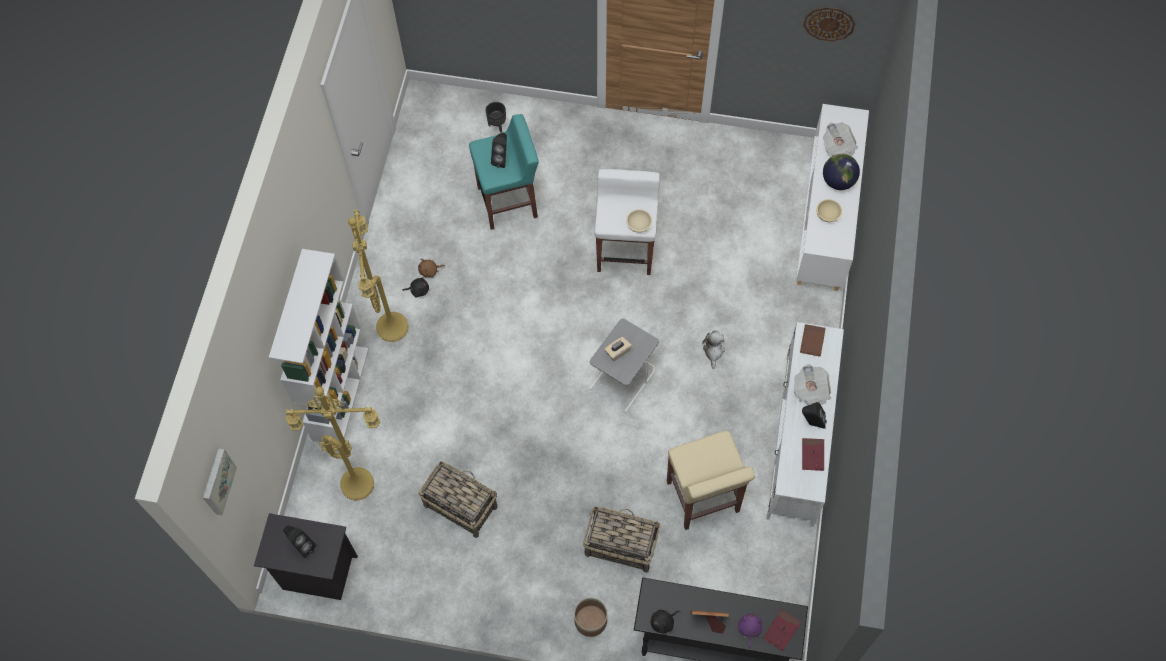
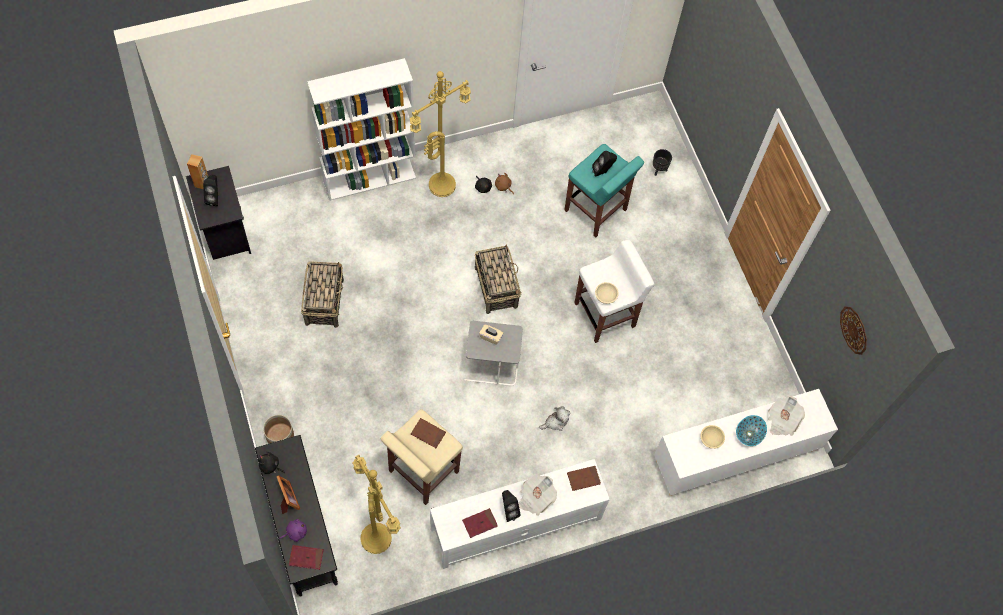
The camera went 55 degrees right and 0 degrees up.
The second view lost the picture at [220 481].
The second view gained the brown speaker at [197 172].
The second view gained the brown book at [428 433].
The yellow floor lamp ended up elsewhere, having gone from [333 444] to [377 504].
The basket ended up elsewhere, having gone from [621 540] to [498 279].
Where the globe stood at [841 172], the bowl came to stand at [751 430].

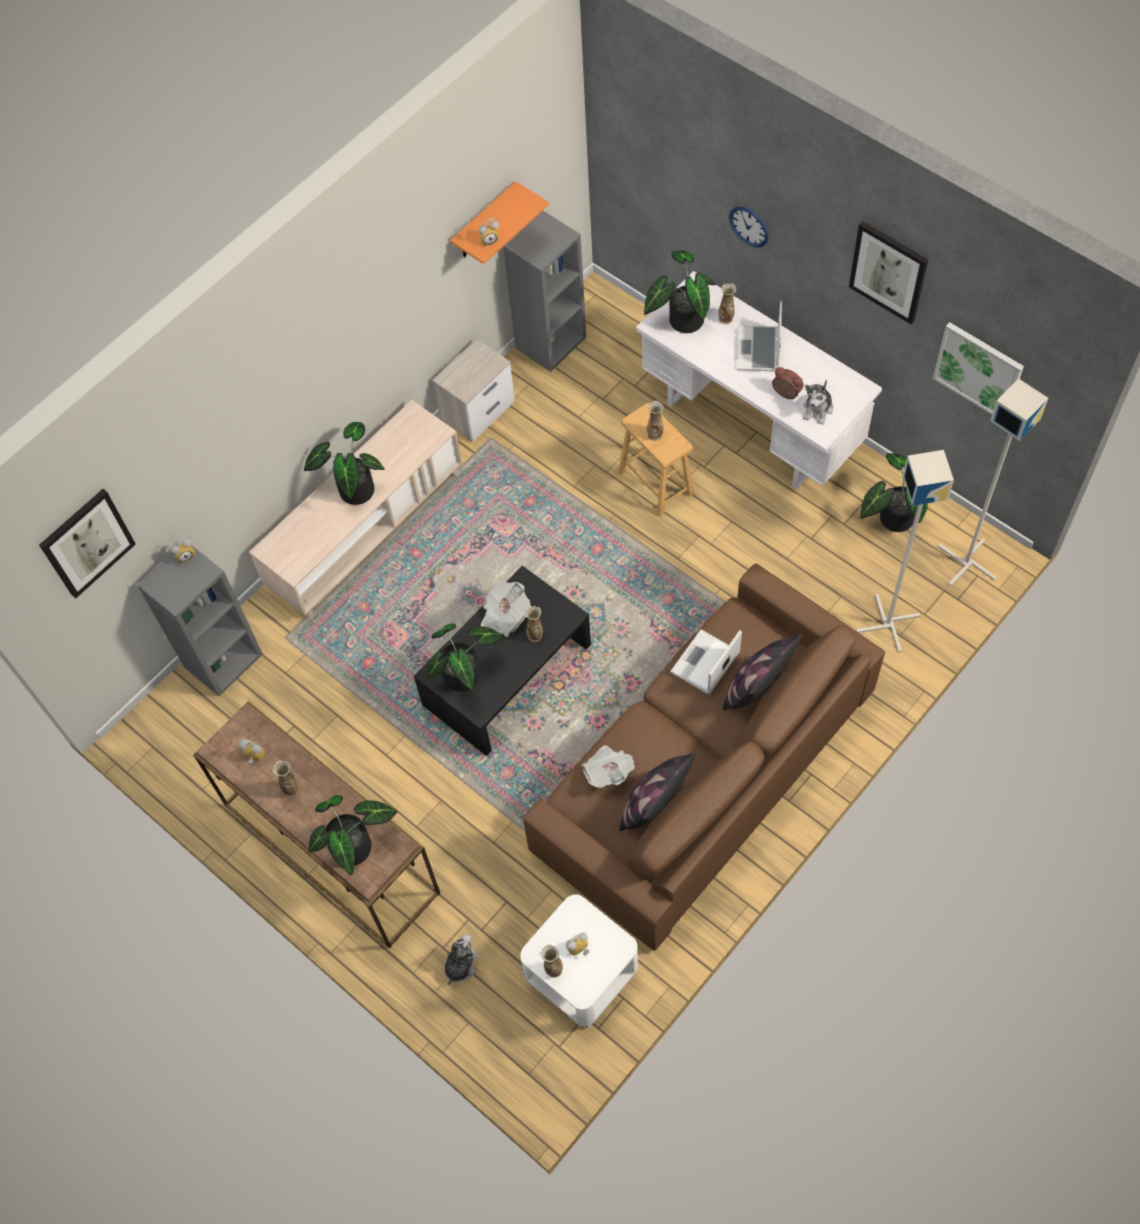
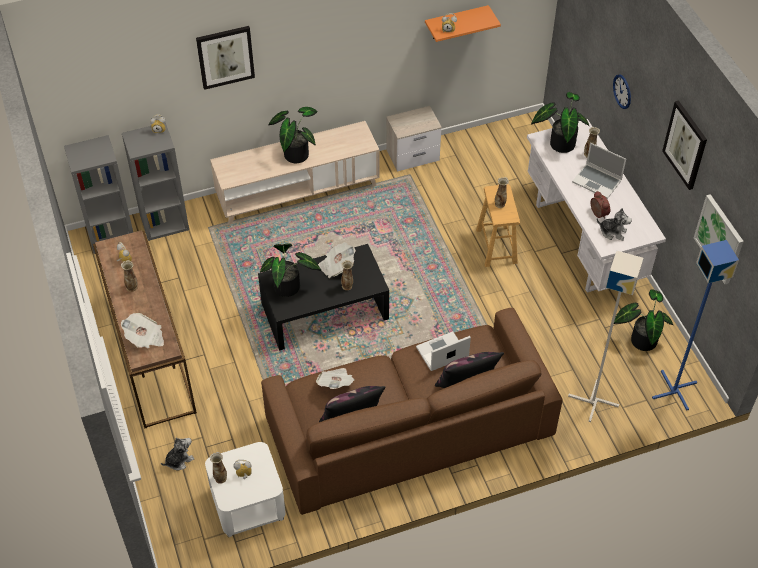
The camera went 25 degrees right and 10 degrees down.
The picture ended up elsewhere, having gone from [87 543] to [225 58].
The grey bookcase ended up elsewhere, having gone from [544 291] to [98 194].
Where the potted plant stood at [353 835], the newspaper came to stand at [142 330].
What was the grey floor lamp at [993 482] turned into the blue floor lamp at [695 325].
The laptop at [759 336] ended up facing another way, 90 degrees counterclockwise from before.
The plush toy at [818 402] ended up facing another way, 120 degrees counterclockwise from before.

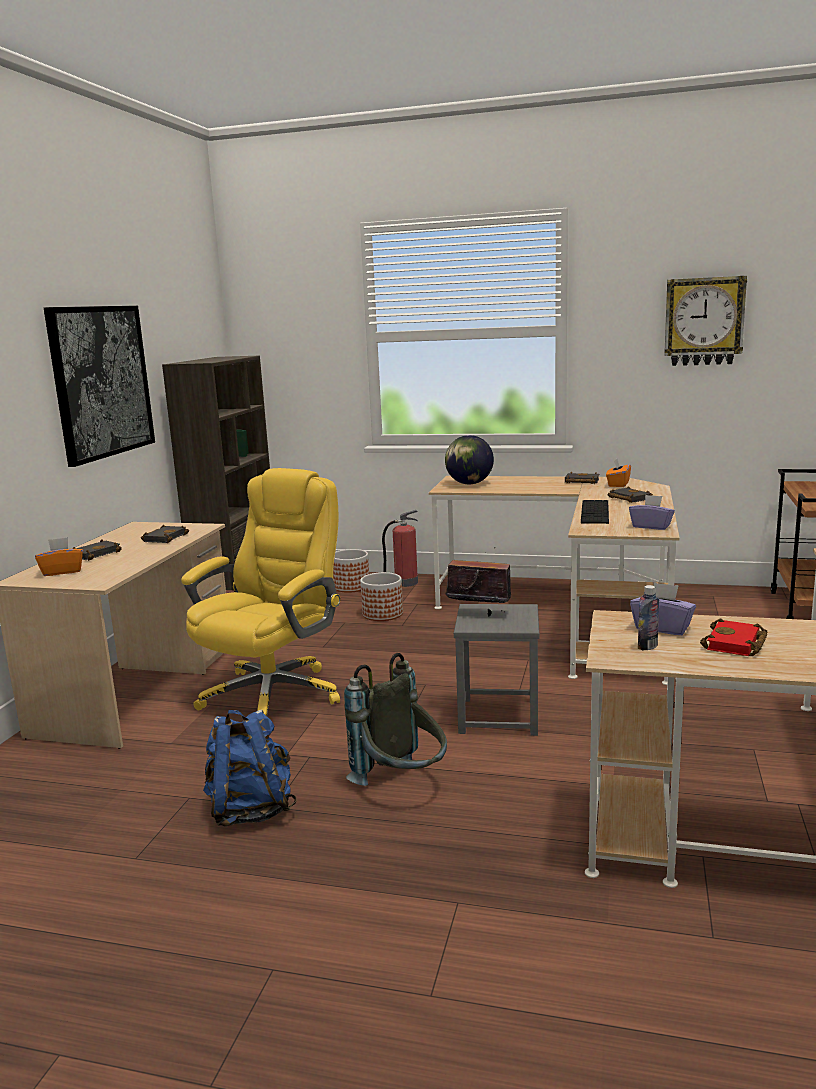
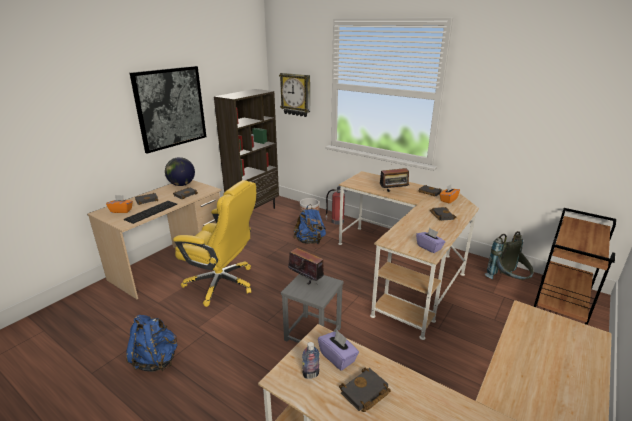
The camera went 20 degrees right and 10 degrees up.
The second view gained the radio at [394 180].
The grey backpack ended up elsewhere, having gone from [395 719] to [509 255].
The globe ended up elsewhere, having gone from [469 459] to [180 171].
The keyboard ended up elsewhere, having gone from [595 512] to [150 212].
The wall clock ended up elsewhere, having gone from [705 321] to [294 95].
Where the planter stood at [381 596], the blue backpack came to stand at [309 224].
What was the red book at [733 637] turned into the black book at [365 390].
The yellow office chair at [260 592] ended up facing another way, 60 degrees clockwise from before.

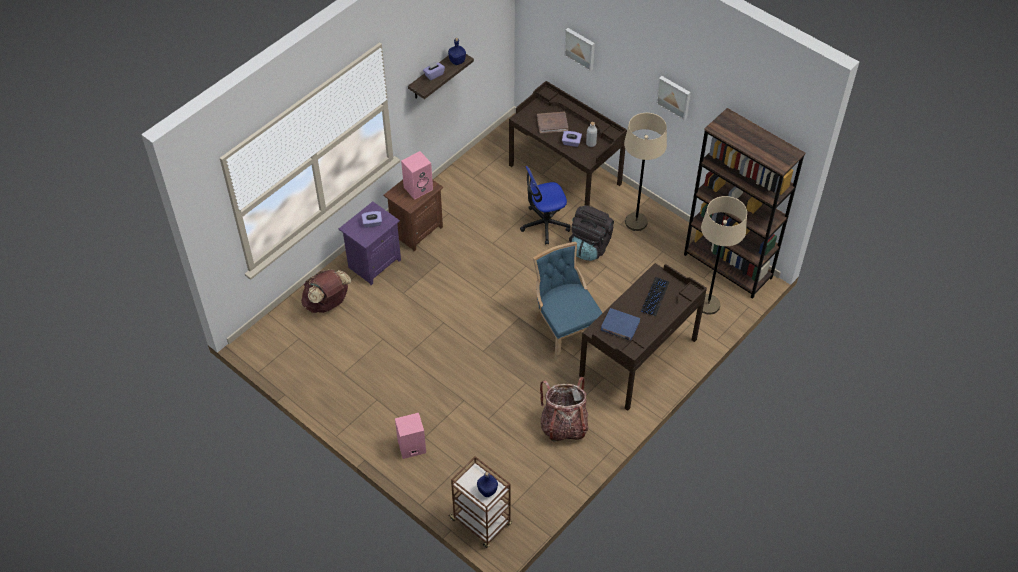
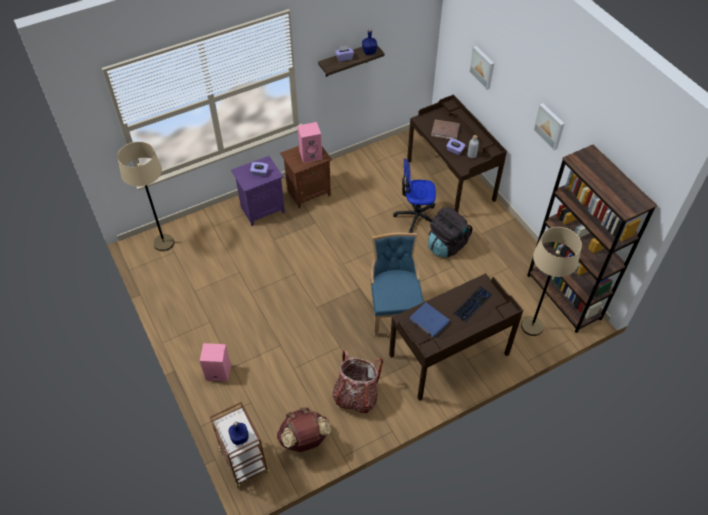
The camera went 20 degrees right and 0 degrees up.
The brown backpack ended up elsewhere, having gone from [326 291] to [304 429].
The beige floor lamp ended up elsewhere, having gone from [645 172] to [146 196].

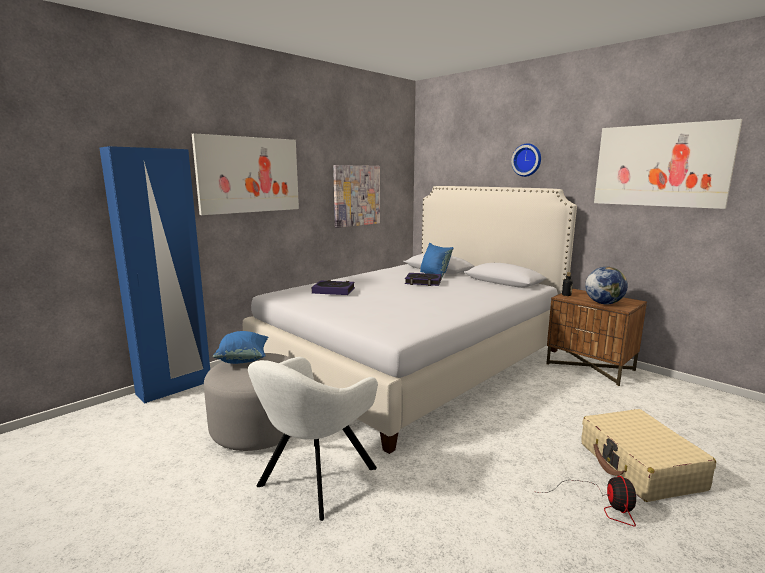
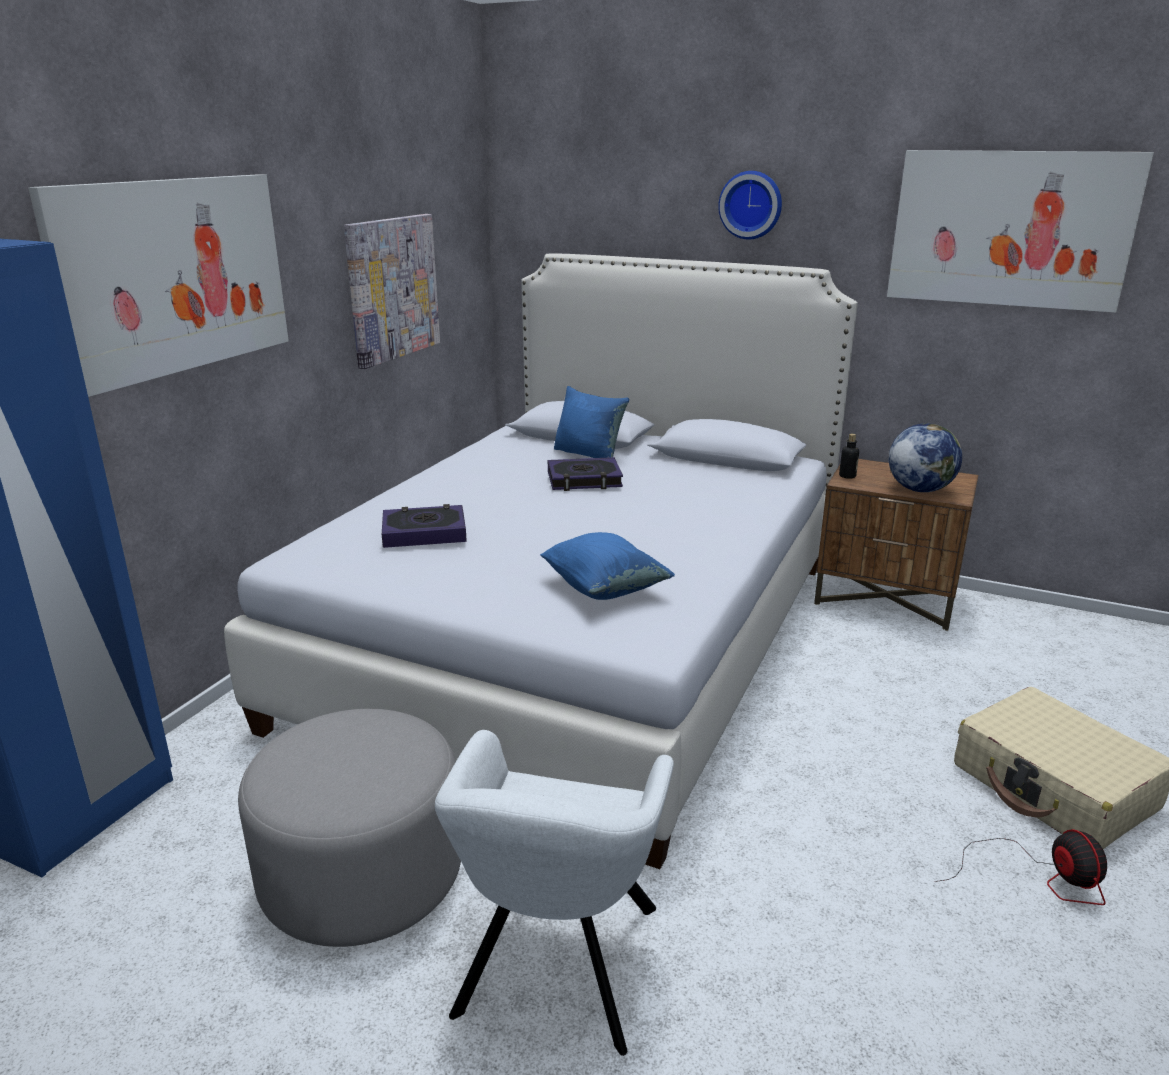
The camera went 20 degrees left and 10 degrees up.
The blue pillow ended up elsewhere, having gone from [240 347] to [607 566].

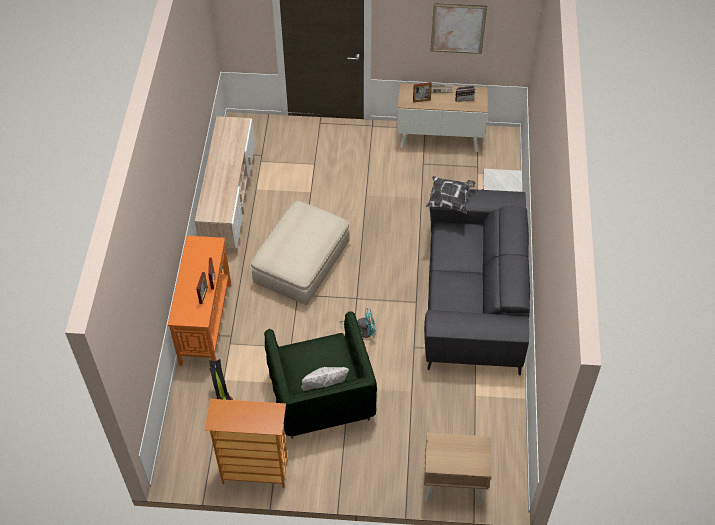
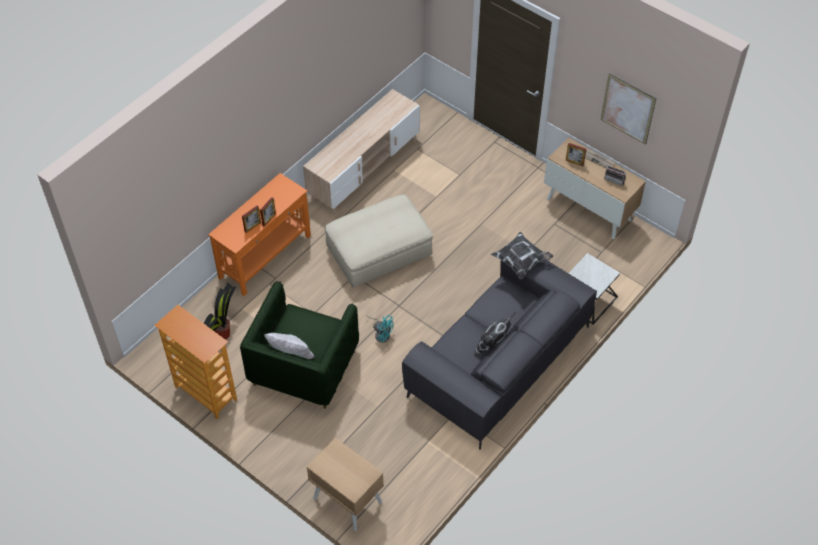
The camera went 35 degrees right and 0 degrees up.
The second view gained the pillow at [495 334].

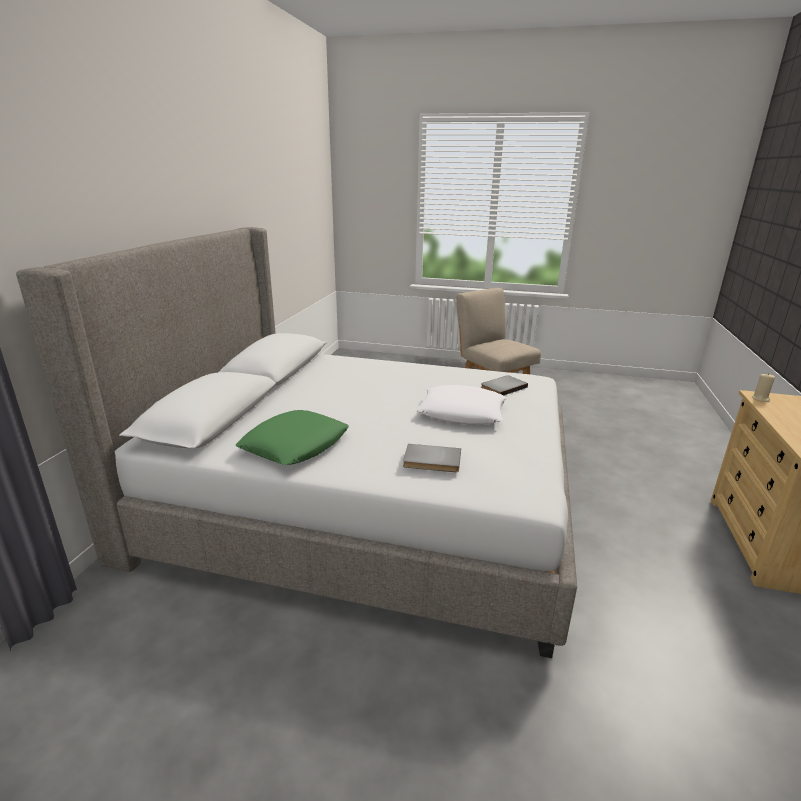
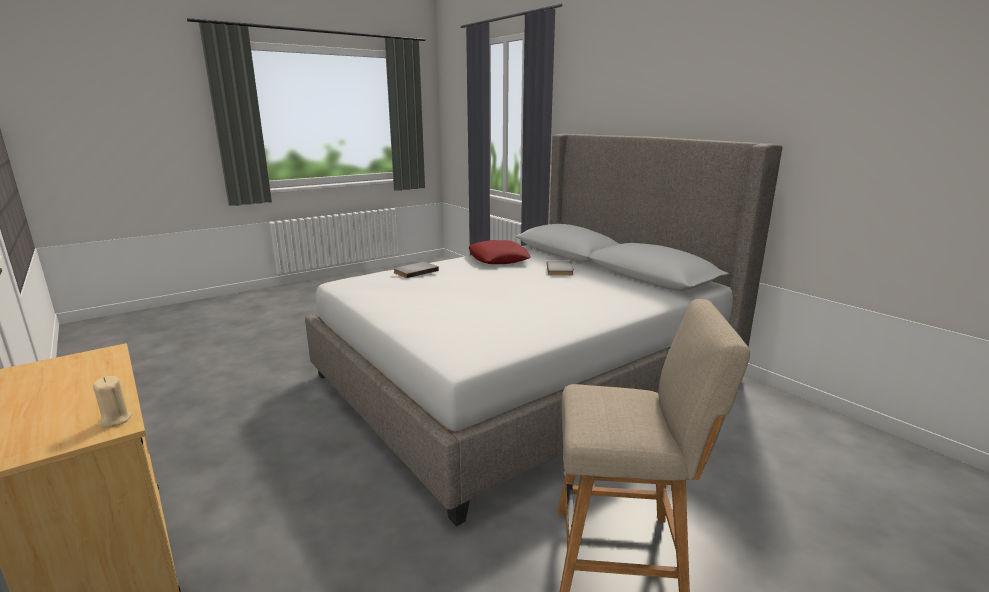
The camera went 130 degrees right and 5 degrees down.
The second view lost the white pillow at [461 405].
The grey book ended up elsewhere, having gone from [504 385] to [560 268].
What was the green pillow at [292 437] turned into the red pillow at [500 252].

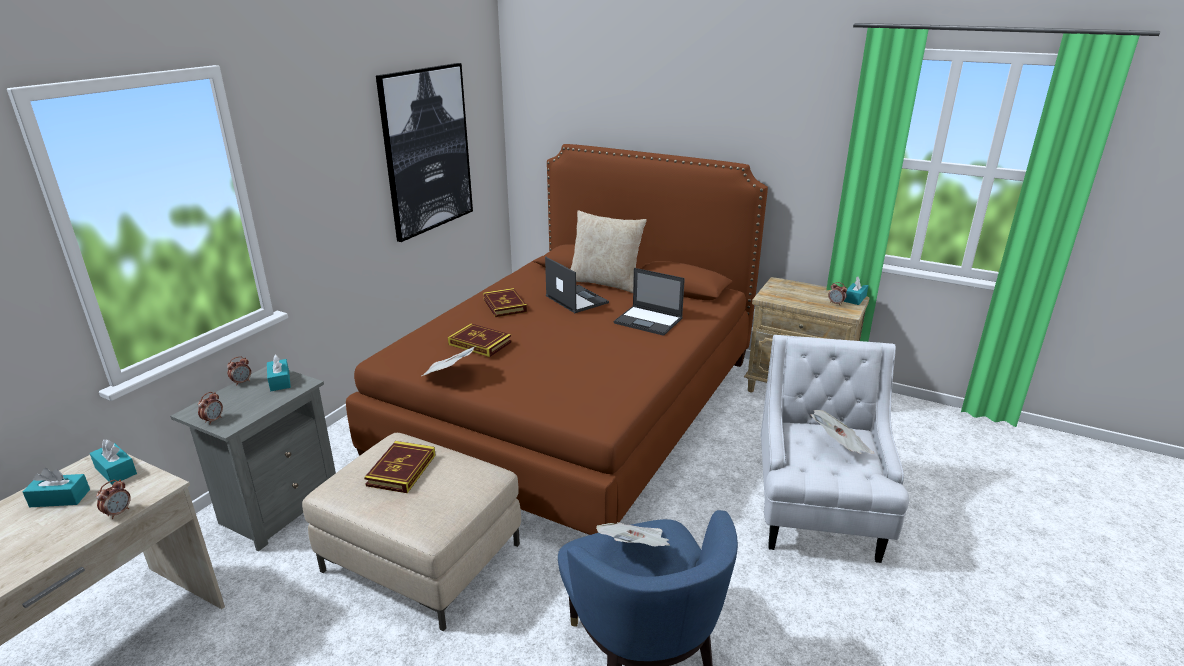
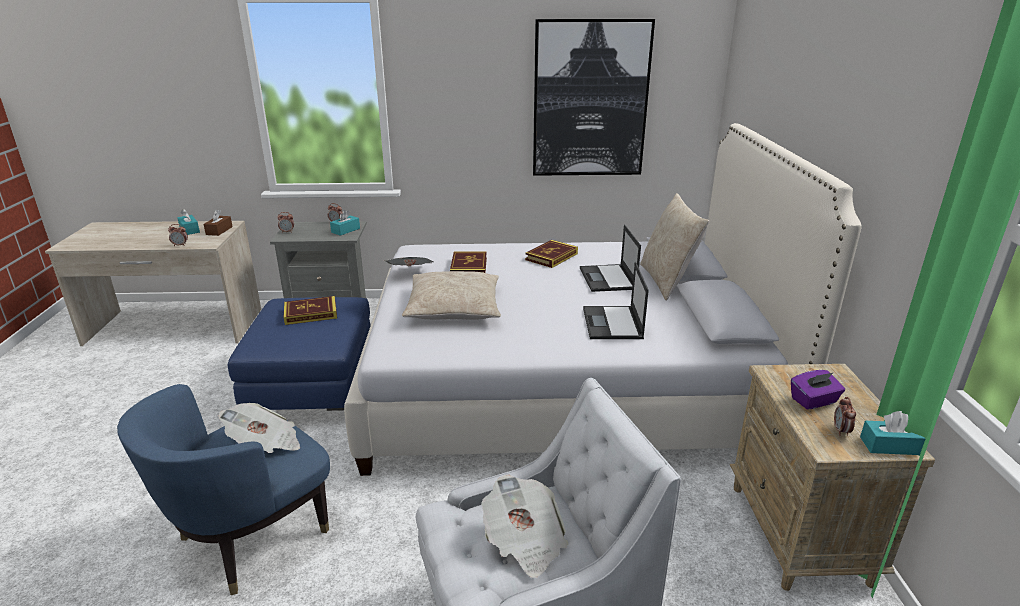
The camera went 60 degrees right and 0 degrees up.
The second view gained the beige pillow at [451 295].
The second view gained the purple tissue box at [818 390].
What was the turquoise tissue box at [113 462] turned into the brown tissue box at [218 222].
What was the beige ottoman at [411 532] turned into the blue ottoman at [299 354].
What was the brown bed at [557 339] turned into the white bed at [603 299].
The laptop at [577 285] ended up facing another way, 150 degrees clockwise from before.

